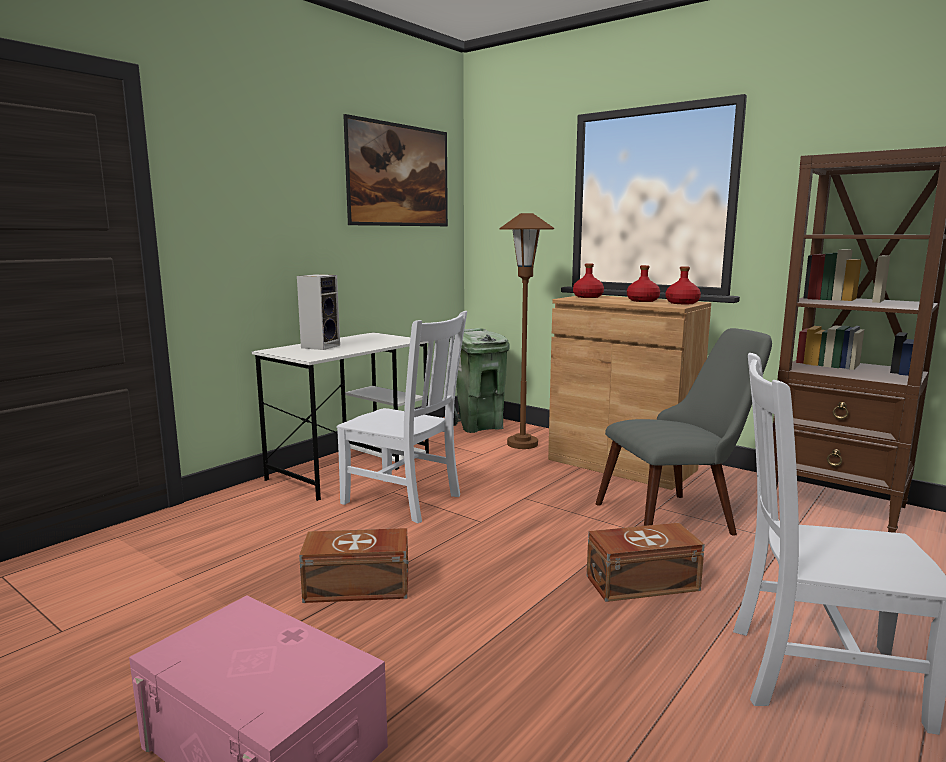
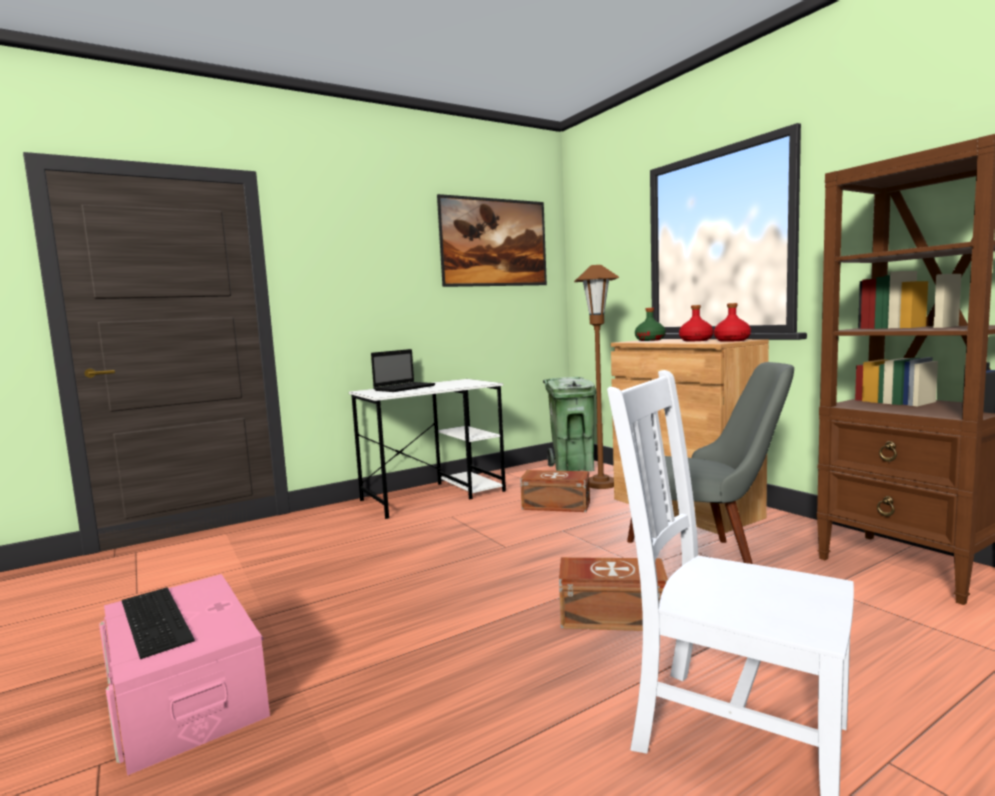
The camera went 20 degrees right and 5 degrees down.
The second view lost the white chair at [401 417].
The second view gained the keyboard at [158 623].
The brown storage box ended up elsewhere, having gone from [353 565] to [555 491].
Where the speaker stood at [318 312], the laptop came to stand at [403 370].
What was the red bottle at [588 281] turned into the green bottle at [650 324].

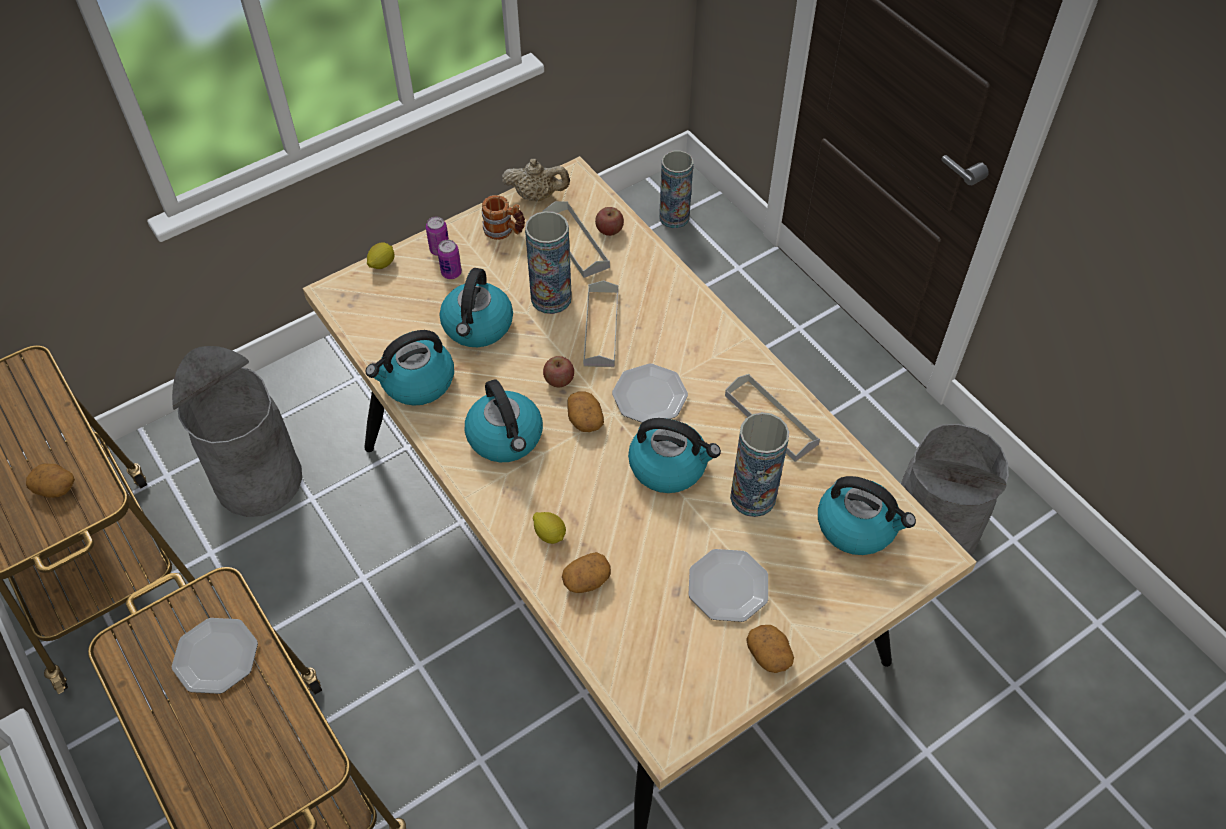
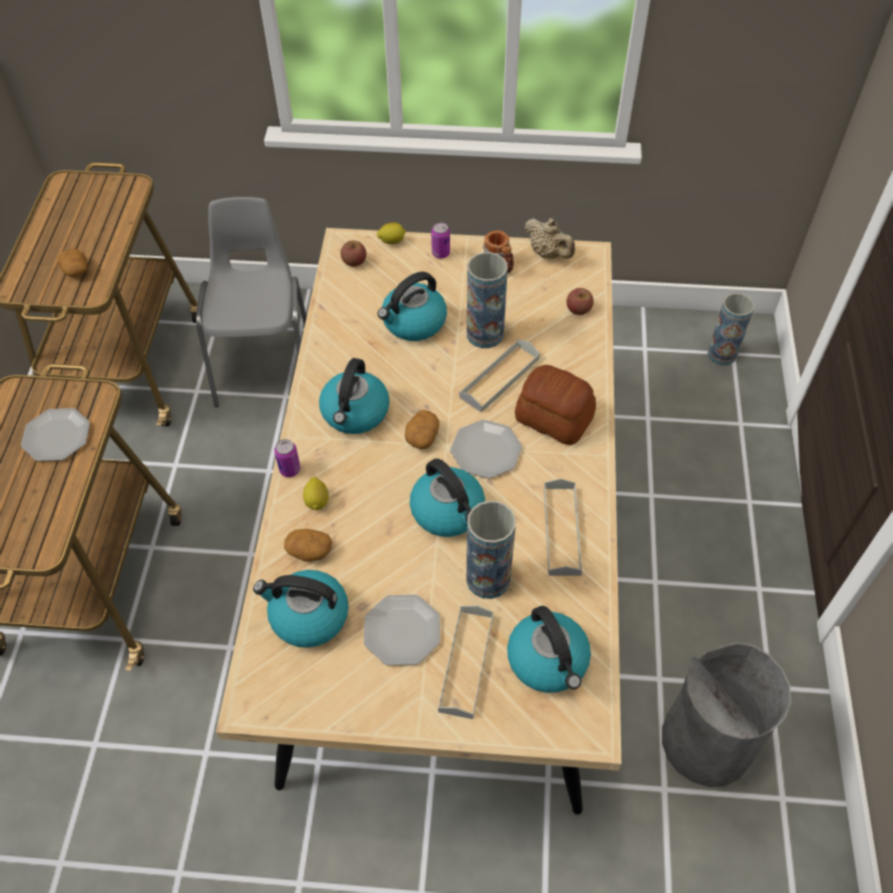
The camera went 40 degrees right and 0 degrees up.
The second view lost the potato at [770 649].
The second view gained the bread at [555 405].
The kettle ended up elsewhere, having gone from [410 368] to [301 609].
The can ended up elsewhere, having gone from [449 259] to [287 458].
The grey tray ended up elsewhere, having gone from [576 239] to [465 662].
The apple ended up elsewhere, having gone from [558 371] to [353 253].
Where the grey trash can stood at [237 431], the grey chair came to stand at [251 302].

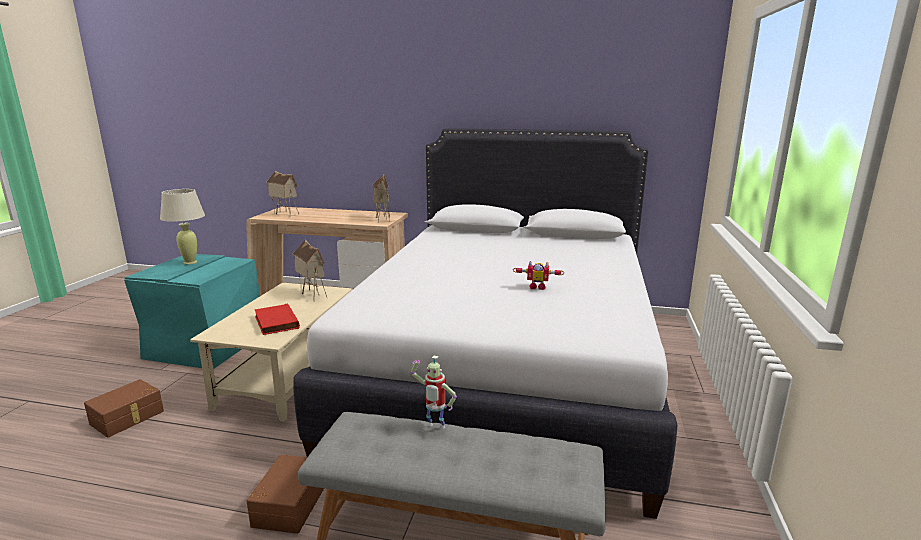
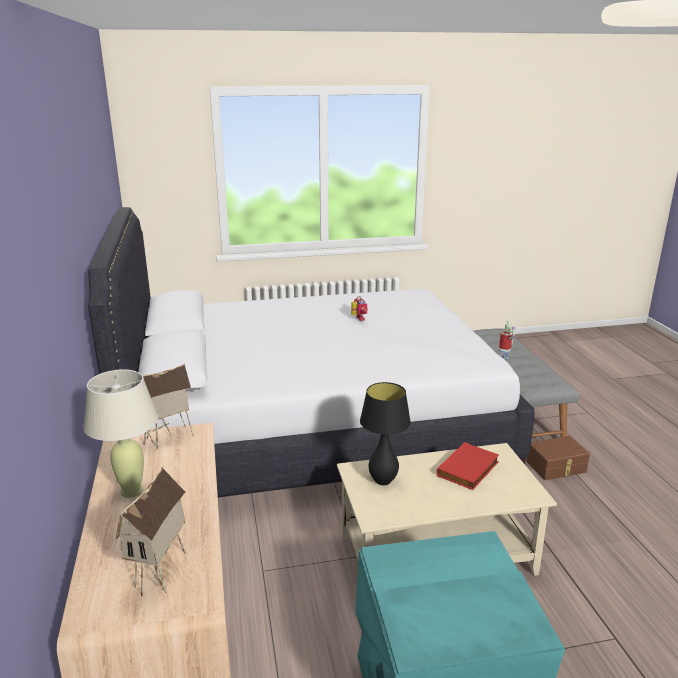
The camera went 115 degrees left and 5 degrees up.
The second view lost the brown storage box at [124 408].
The beige table lamp ended up elsewhere, having gone from [182 226] to [120 434].
Where the toy house stood at [310 271], the black table lamp came to stand at [385 433].

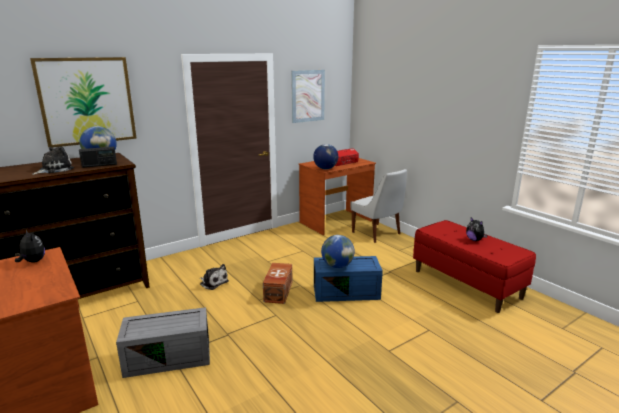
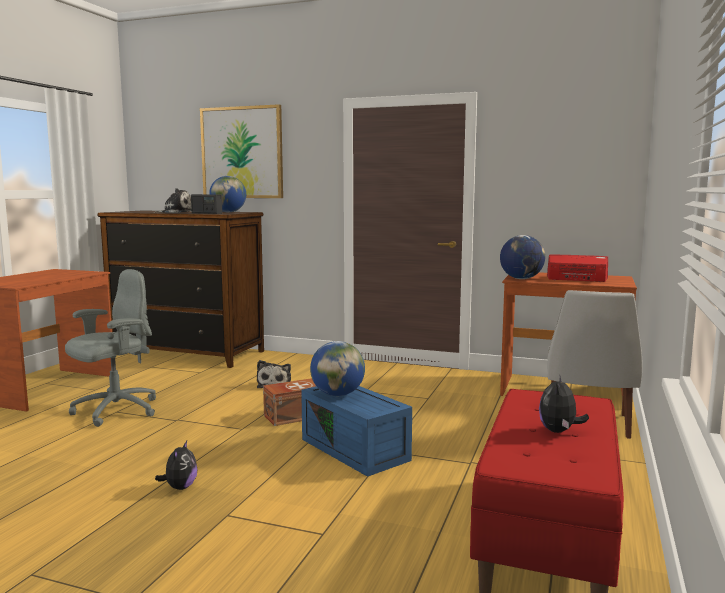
The camera went 55 degrees right and 10 degrees down.
The second view lost the picture at [308 96].
The plush toy ended up elsewhere, having gone from [30 246] to [176 465].
Where the grey storage box stood at [163 342], the grey office chair came to stand at [110 348].

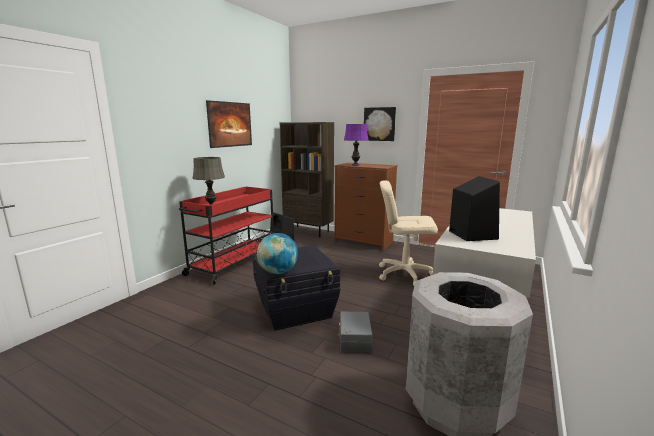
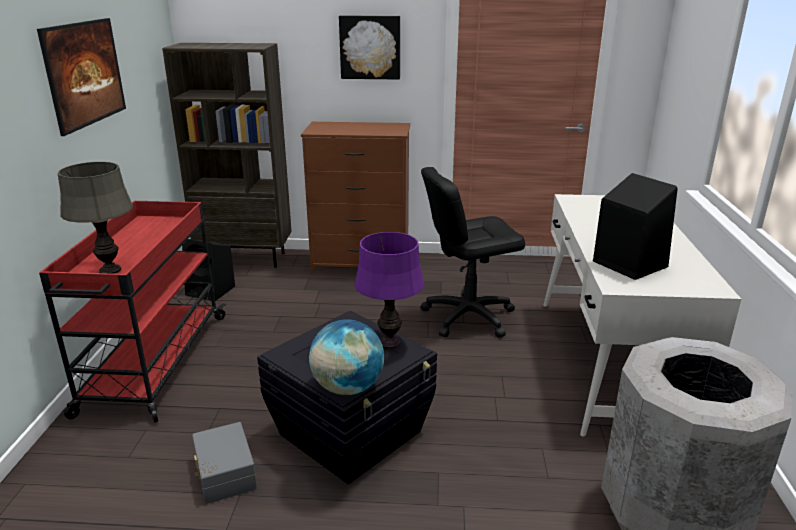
The camera went 25 degrees left and 10 degrees up.
The grey storage box ended up elsewhere, having gone from [355 332] to [224 463].
The purple table lamp ended up elsewhere, having gone from [356 145] to [389 290].
What was the beige office chair at [408 233] turned into the black office chair at [472 252].

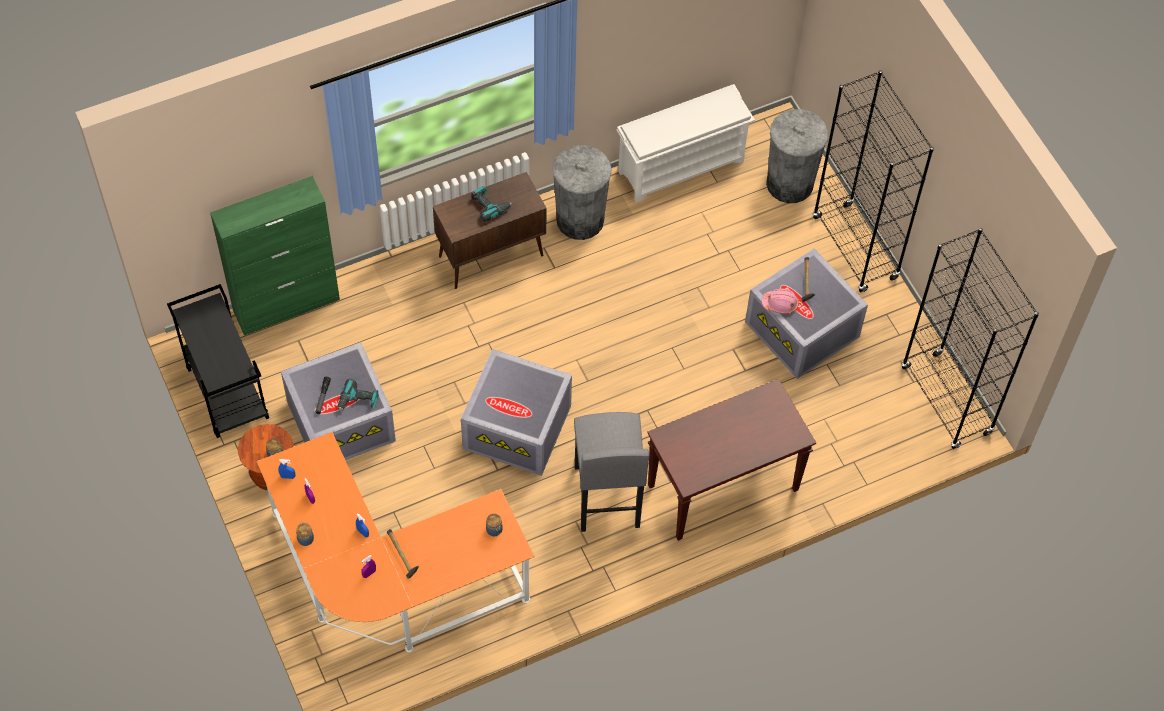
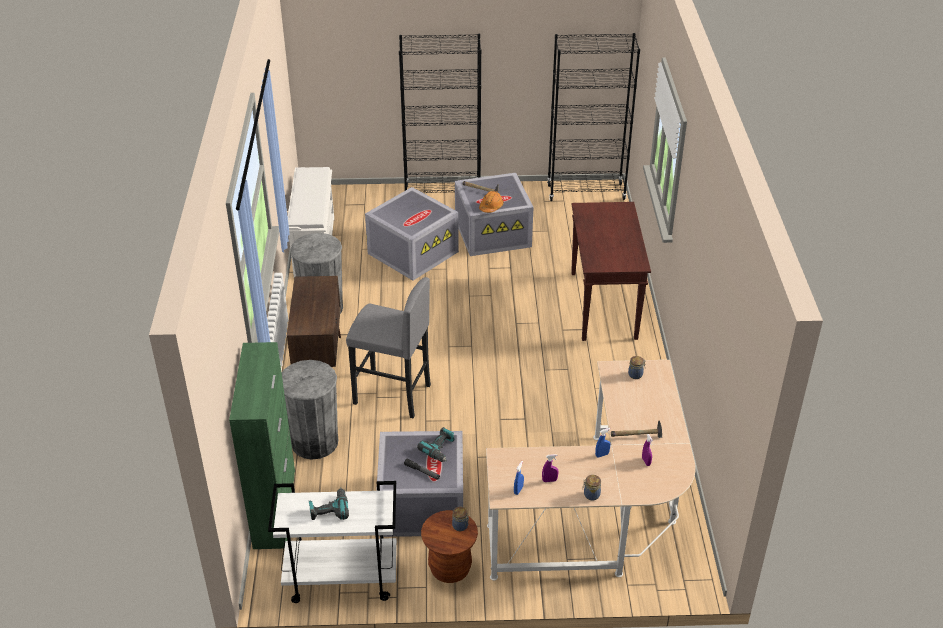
The camera went 65 degrees left and 20 degrees down.
The grey storage box ended up elsewhere, having gone from [516 412] to [412 234].
The power drill ended up elsewhere, having gone from [492 204] to [329 503].
The grey stool ended up elsewhere, having gone from [612 472] to [388 347].
The grey trash can ended up elsewhere, having gone from [797 156] to [310 410].
What was the black cart at [218 361] turned into the white cart at [332 542].
What was the orange desk at [396 542] turned into the beige desk at [591 470].
What was the pink hard hat at [780 301] turned into the orange hard hat at [491 202].

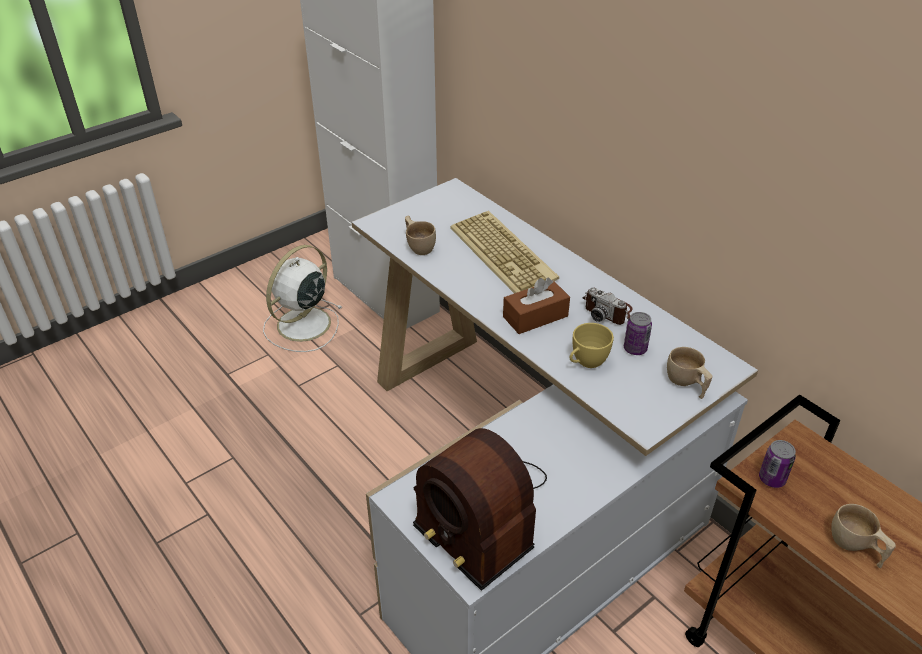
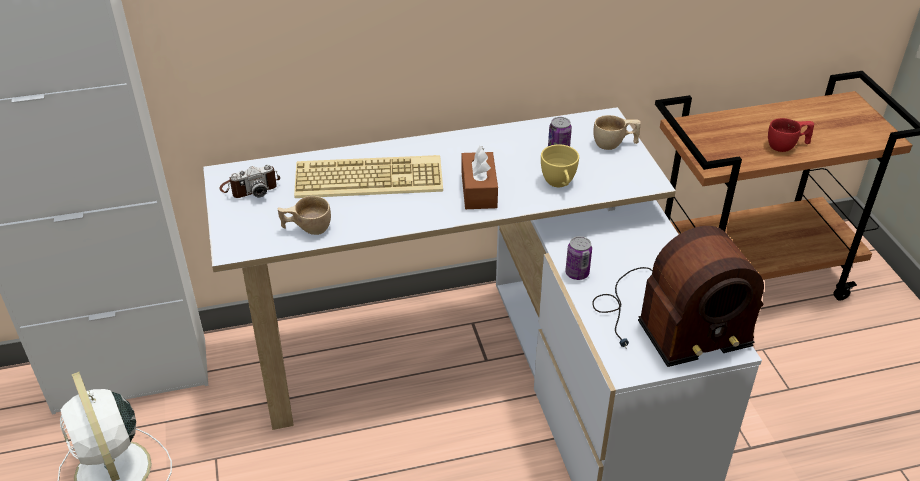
The camera went 65 degrees left and 0 degrees up.
The photo camera ended up elsewhere, having gone from [607 306] to [249 181].
The can ended up elsewhere, having gone from [777 464] to [578 258].
What was the beige cup at [863 536] turned into the red cup at [791 135].

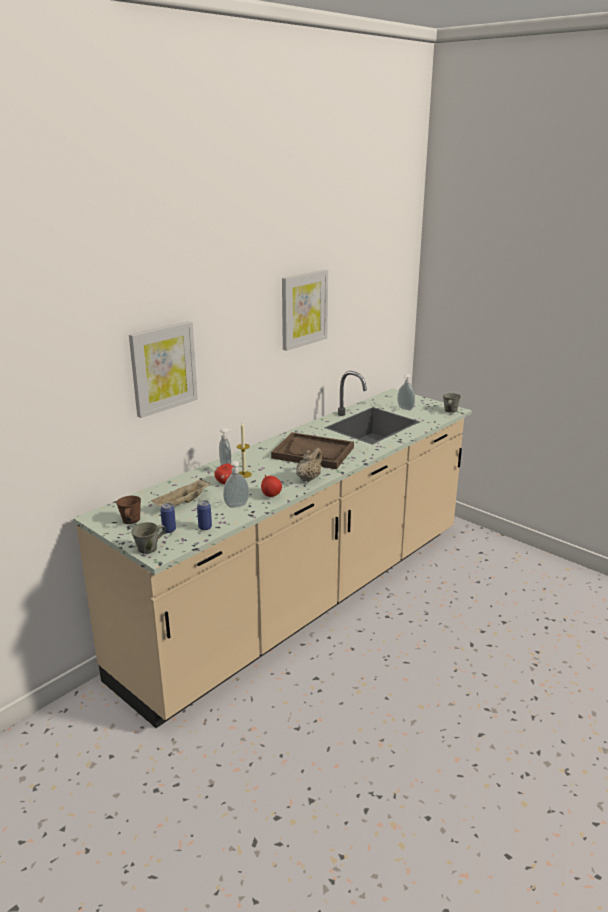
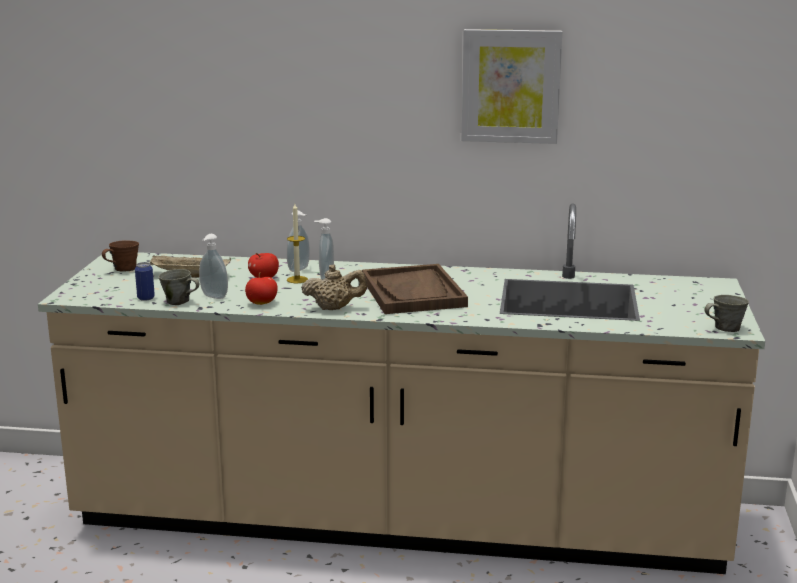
The camera went 55 degrees right and 5 degrees down.
The second view lost the picture at [163 369].
The second view lost the can at [168 518].
The grey mug ended up elsewhere, having gone from [148 538] to [179 287].
The soap dispenser ended up elsewhere, having gone from [406 392] to [324 249].

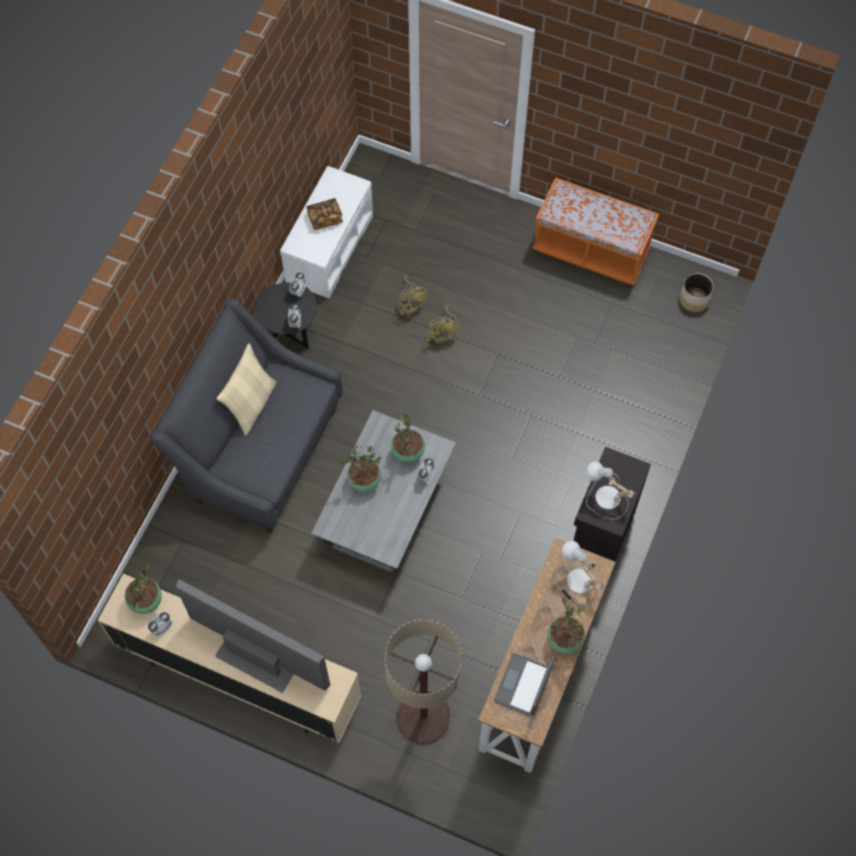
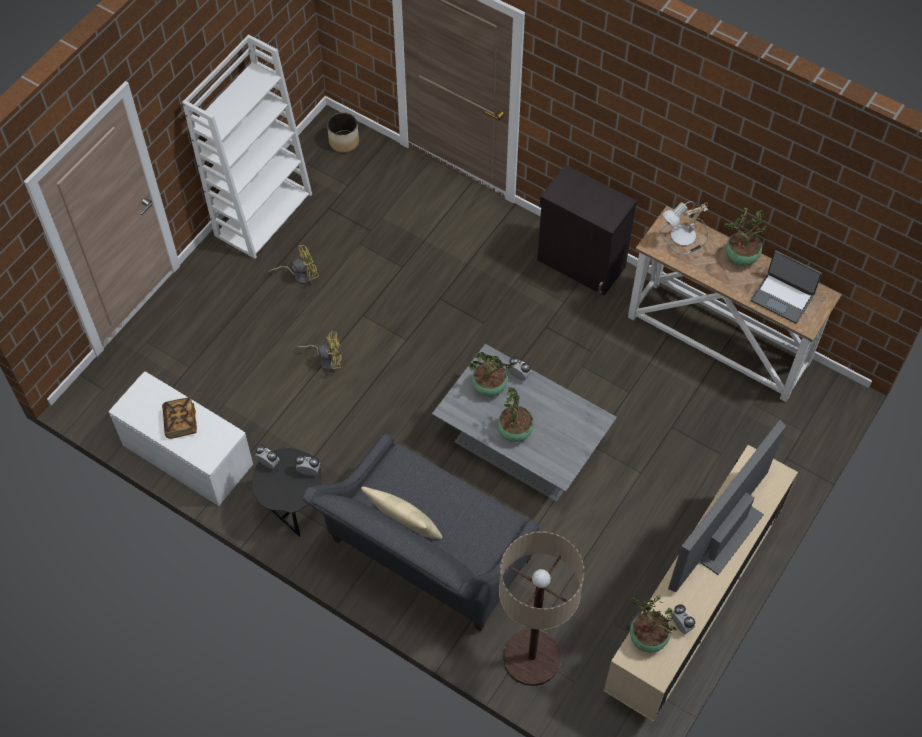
The camera went 80 degrees left and 5 degrees down.
The second view lost the table lamp at [611 490].
The floor lamp ended up elsewhere, having gone from [423 681] to [541 608].
The yellow fan ended up elsewhere, having gone from [412 296] to [293 264].
Where the orange bench stood at [595 231], the white bookcase came to stand at [247 146].

